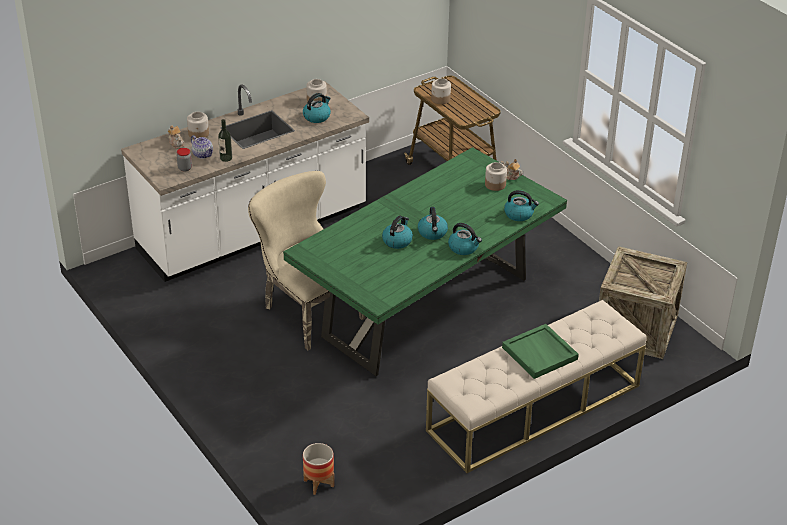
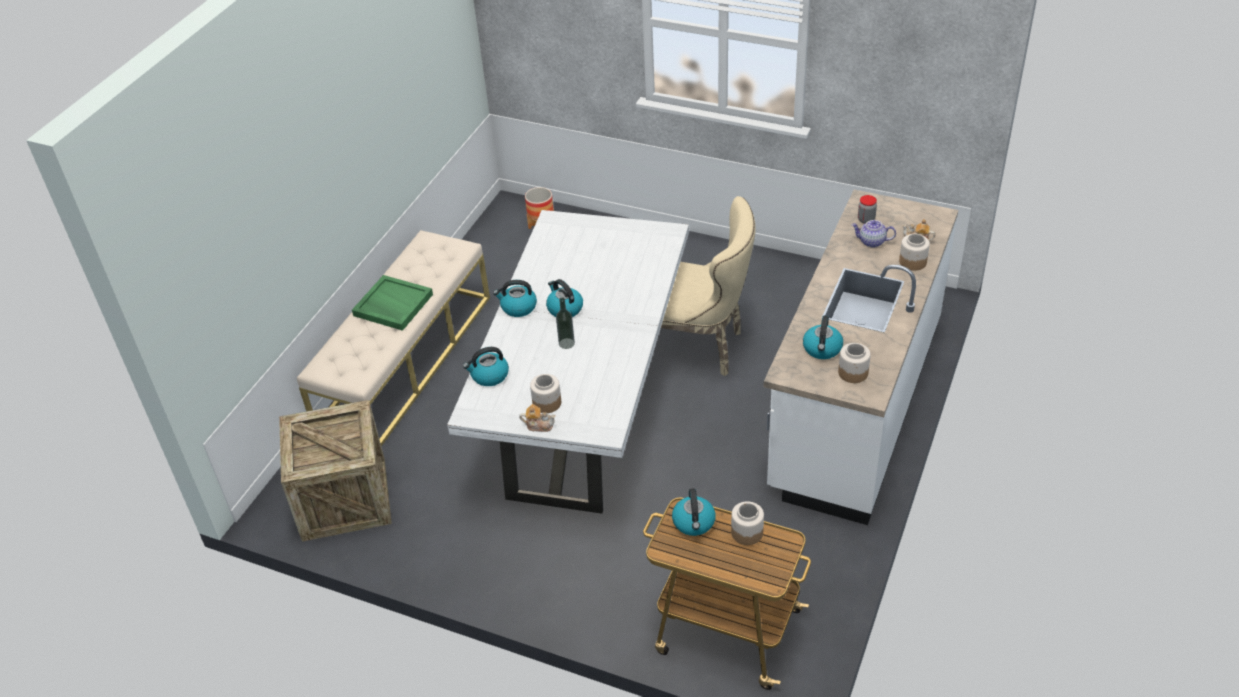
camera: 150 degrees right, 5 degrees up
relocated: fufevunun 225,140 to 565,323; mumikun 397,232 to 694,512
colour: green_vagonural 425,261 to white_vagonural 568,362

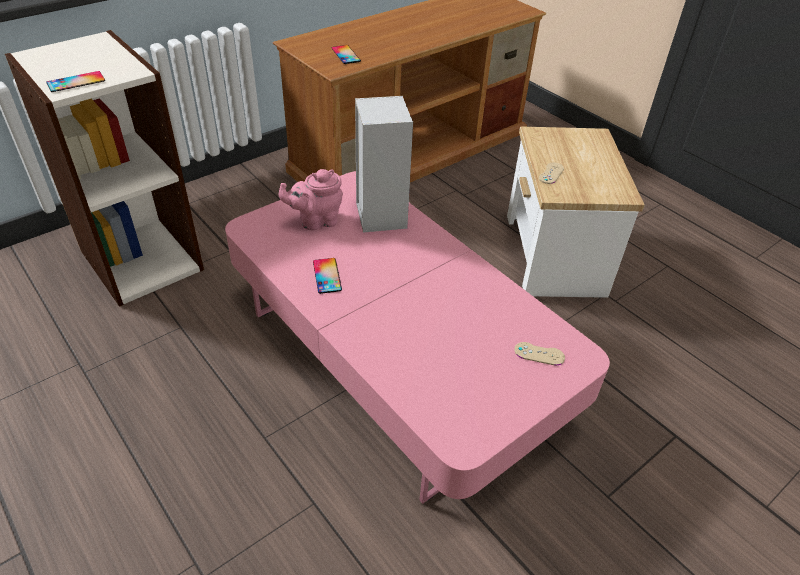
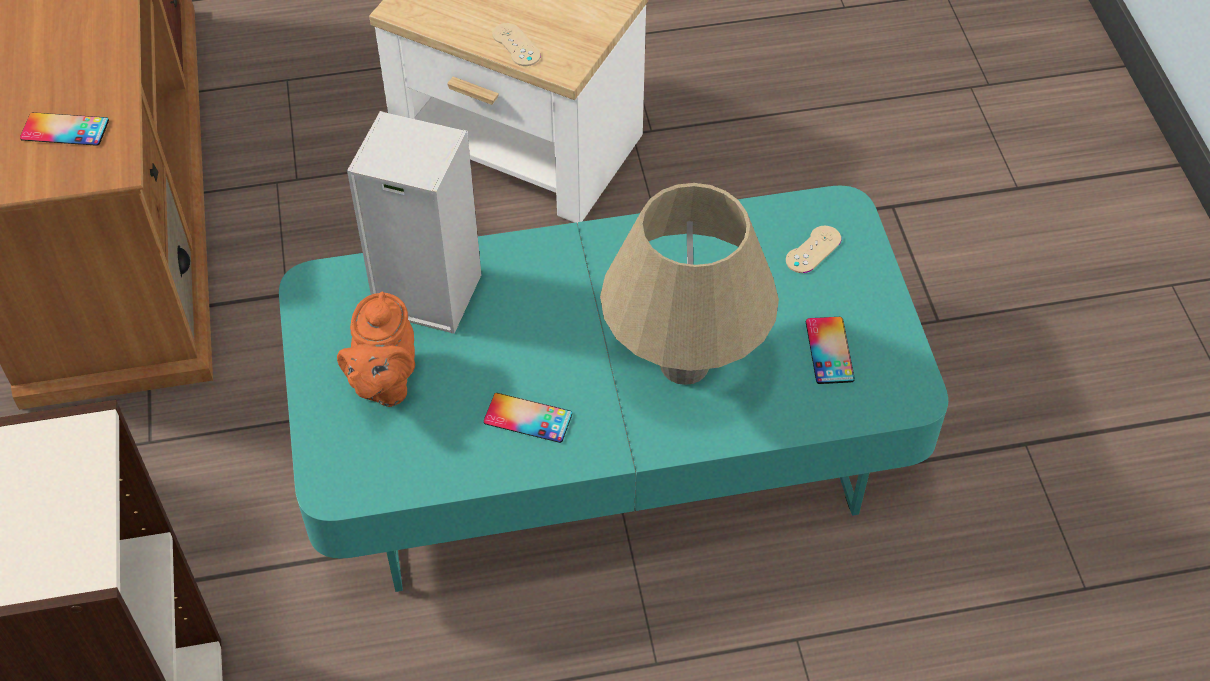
camera: 60 degrees left, 10 degrees up
appeared: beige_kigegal 689,284
relocated: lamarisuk 75,81 to 830,350
colour: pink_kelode 417,337 to turquoise_kelode 613,389; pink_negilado 311,199 to orange_negilado 376,349

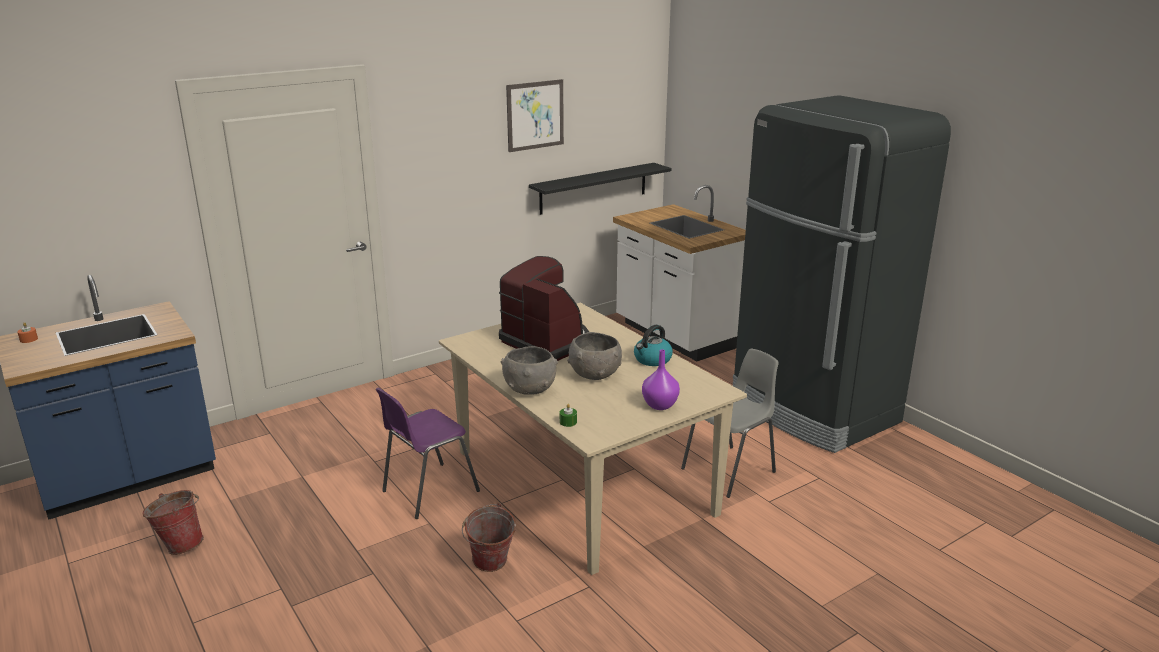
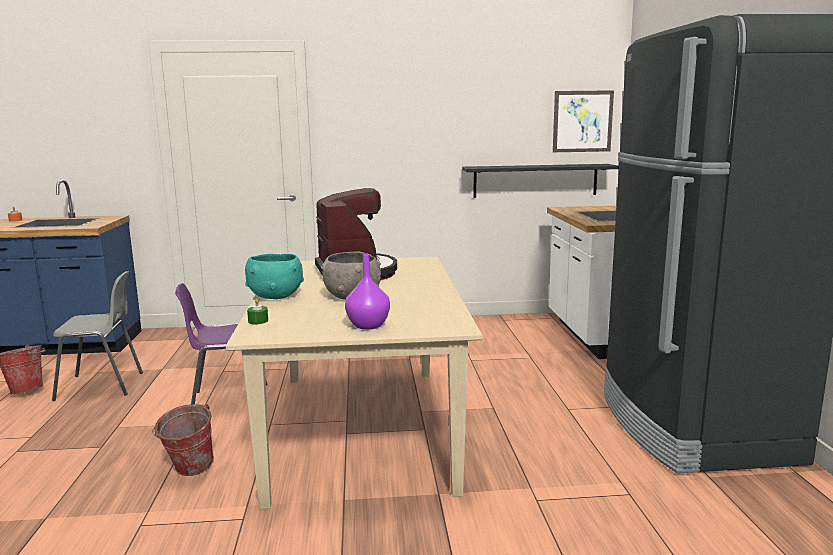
camera: 30 degrees right, 10 degrees down
missing: mumikun 653,345
relocated: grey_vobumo 730,423 to 97,336; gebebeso 535,115 to 583,121
colour: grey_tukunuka 529,370 to turquoise_tukunuka 274,276

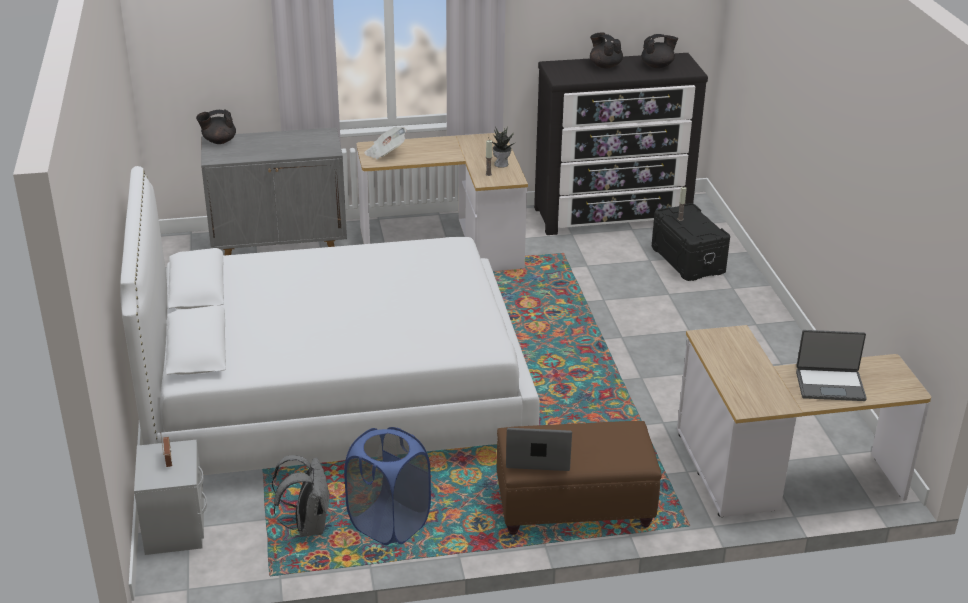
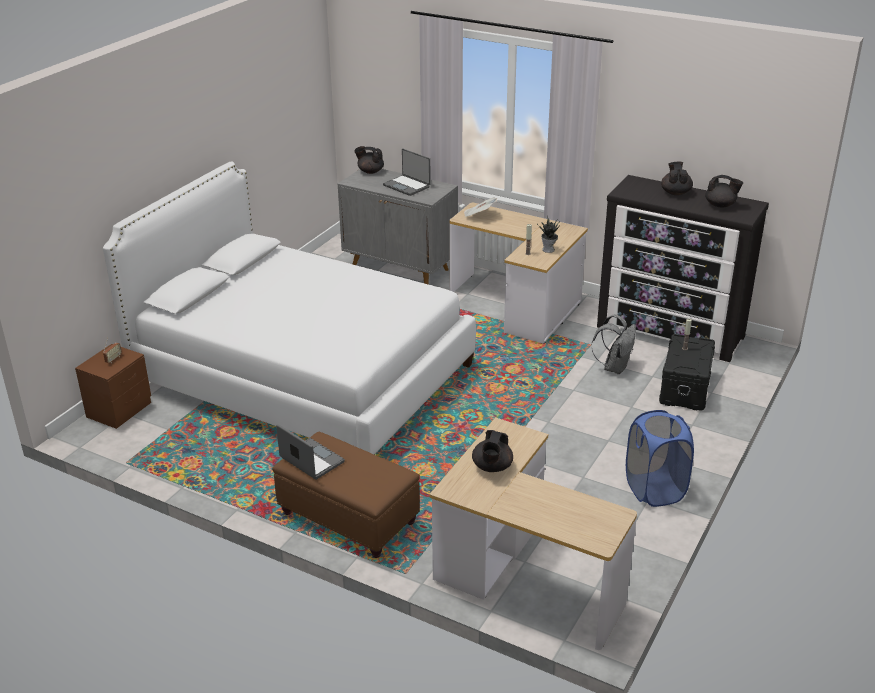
camera: 40 degrees right, 0 degrees up
appeared: black_negilado 492,451
relocated: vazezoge 831,365 to 407,172; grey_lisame 301,496 to 613,344; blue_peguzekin 387,486 to 660,458
colour: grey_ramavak 170,497 to brown_ramavak 113,386

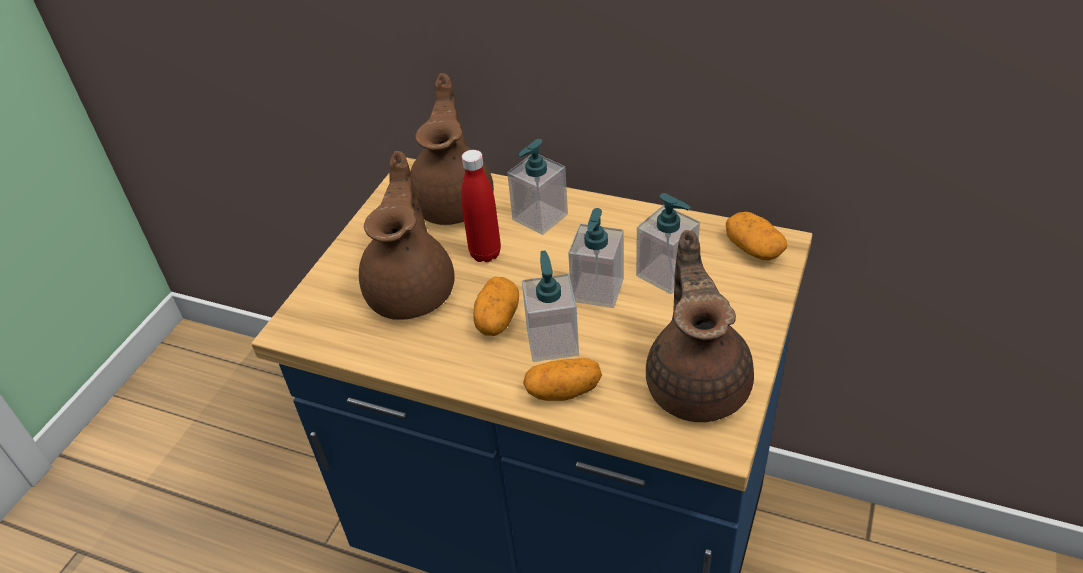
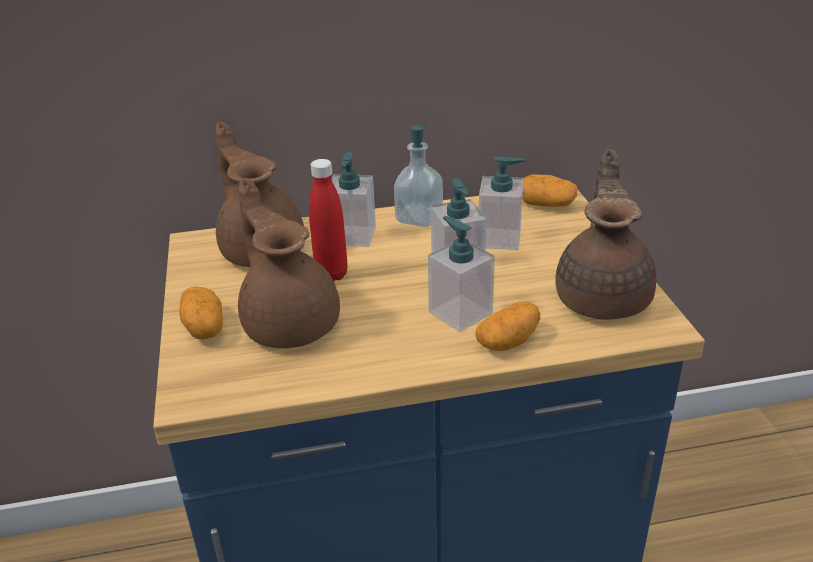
camera: 35 degrees left, 10 degrees down
appeared: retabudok 418,176
relocated: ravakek 496,306 to 201,313
spun: brown_negilado 700,326 = 605,234 45 degrees clockwise

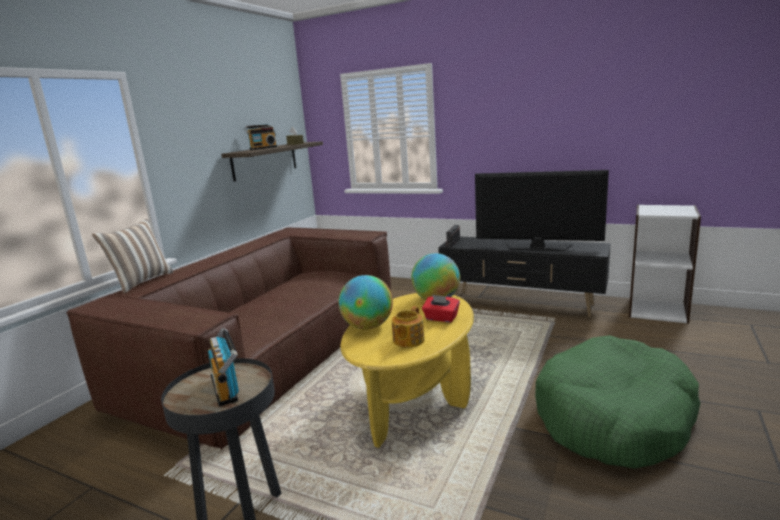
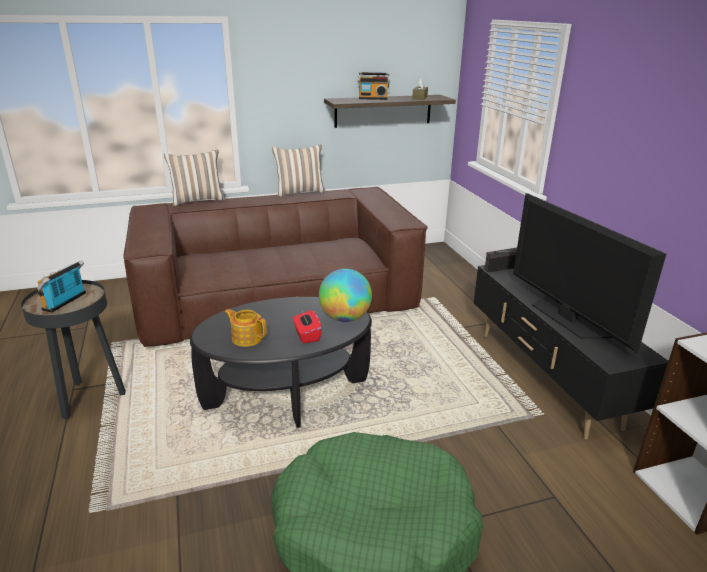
camera: 45 degrees right, 10 degrees up
missing: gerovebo 365,302
appeared: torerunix 299,170
colour: yellow_kelode 407,370 to black_kelode 281,362
spun: negilado 408,327 = 246,328 45 degrees clockwise

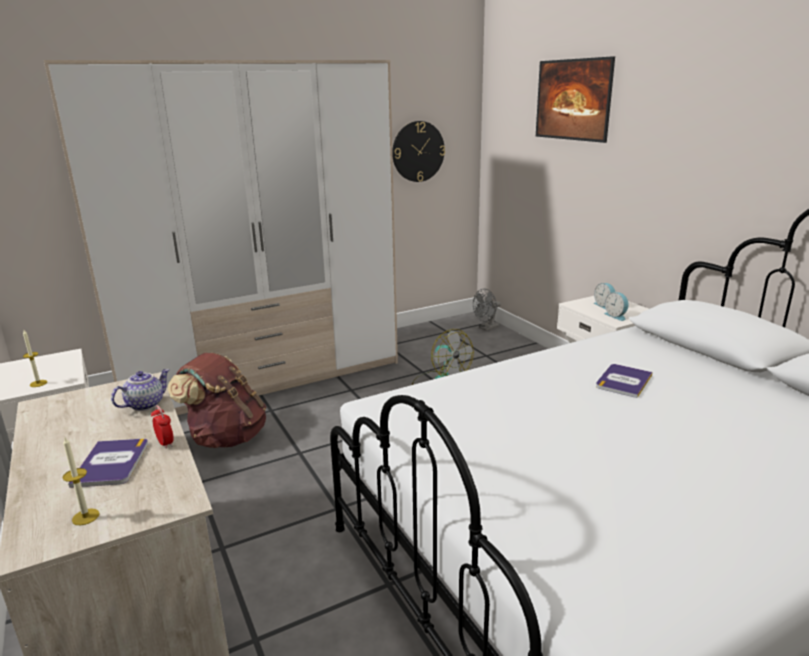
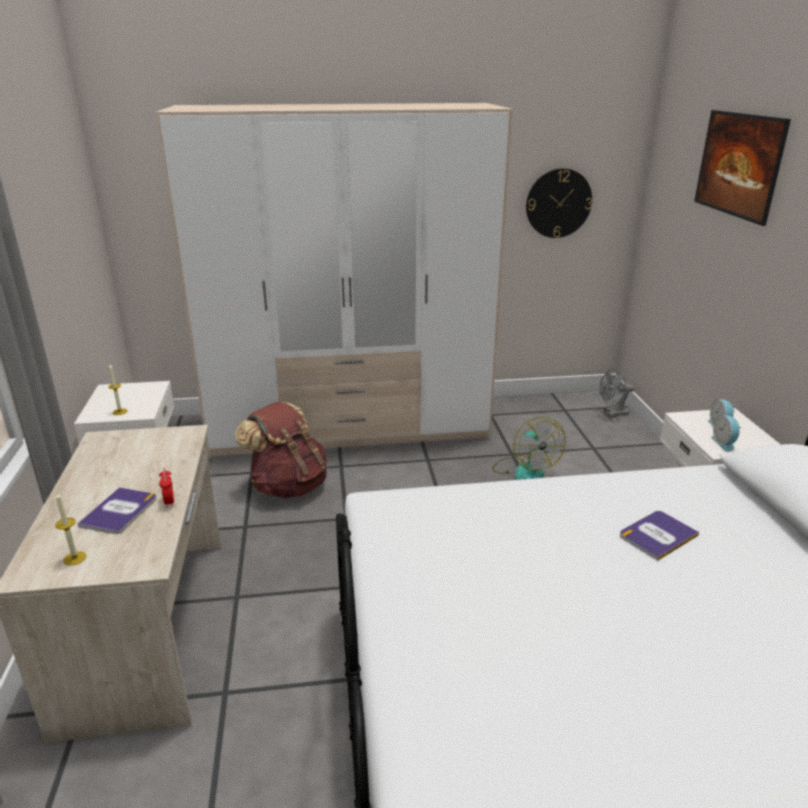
camera: 20 degrees right, 5 degrees up
missing: negilado 140,390

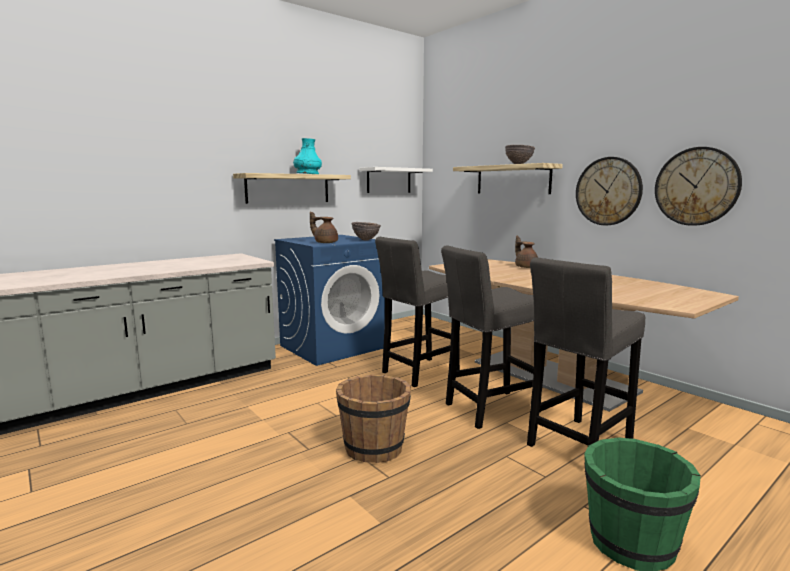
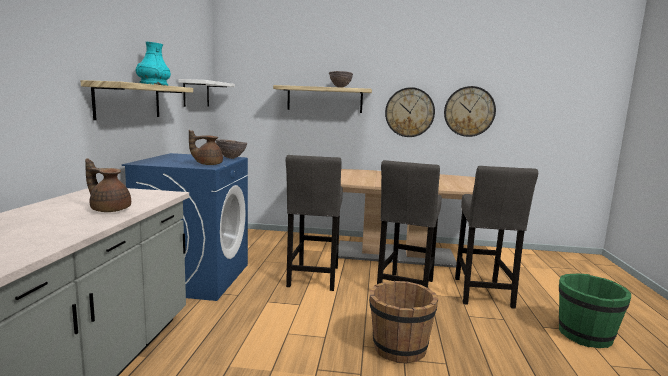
camera: 45 degrees left, 0 degrees up
relocated: brown_negilado 526,252 to 108,185

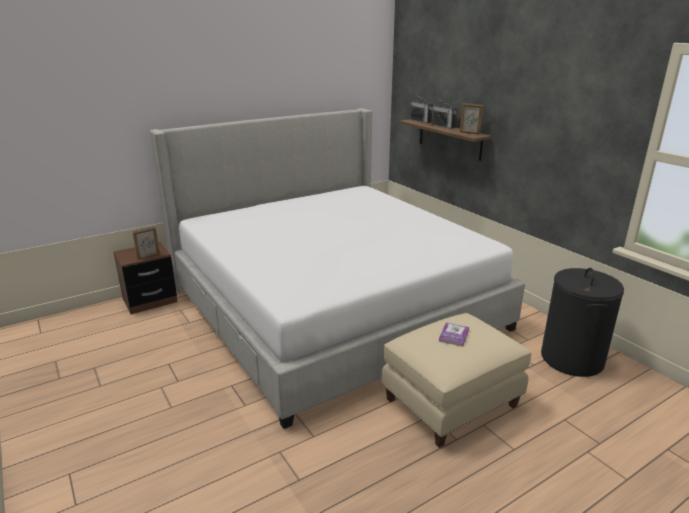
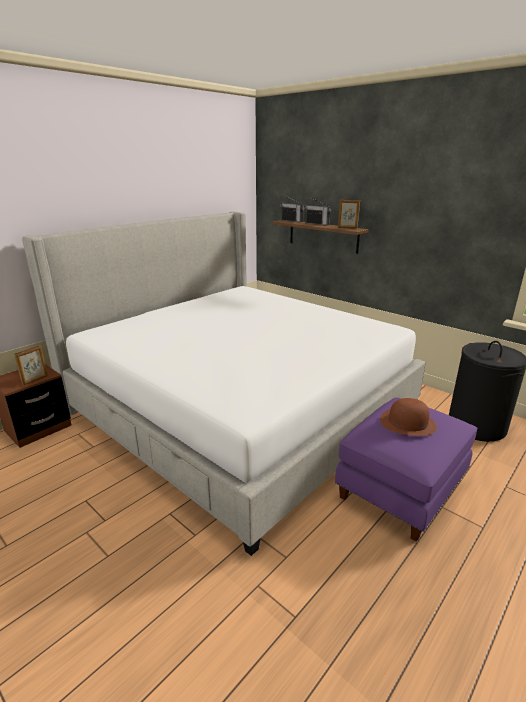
camera: 15 degrees left, 0 degrees up
exchanged: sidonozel 454,335 to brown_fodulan 408,417
colour: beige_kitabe 457,380 to purple_kitabe 406,469

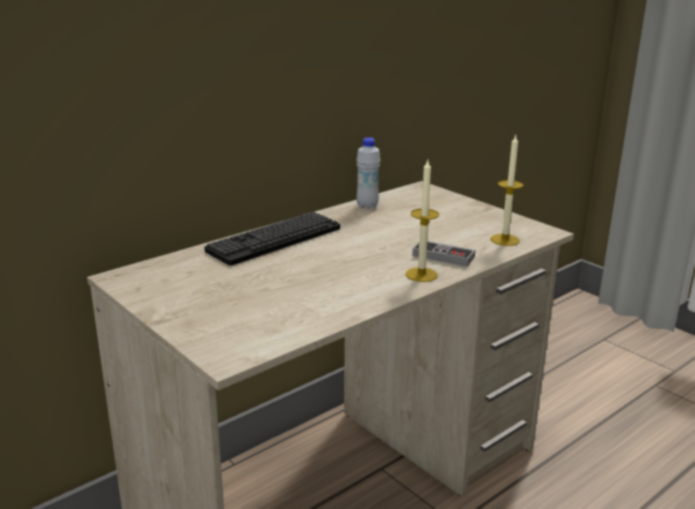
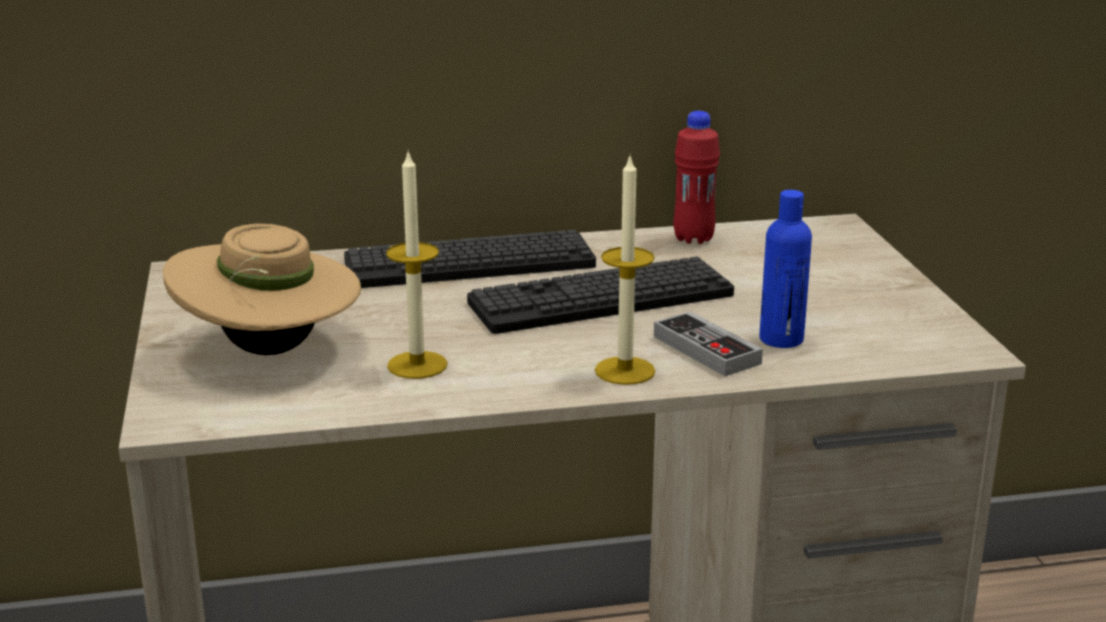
camera: 30 degrees right, 0 degrees up
appeared: beige_fodulan 262,289; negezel 600,295; blue_fufevunun 785,269
relocated: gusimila 507,190 to 416,264
colour: white_fufevunun 368,173 to red_fufevunun 697,177

